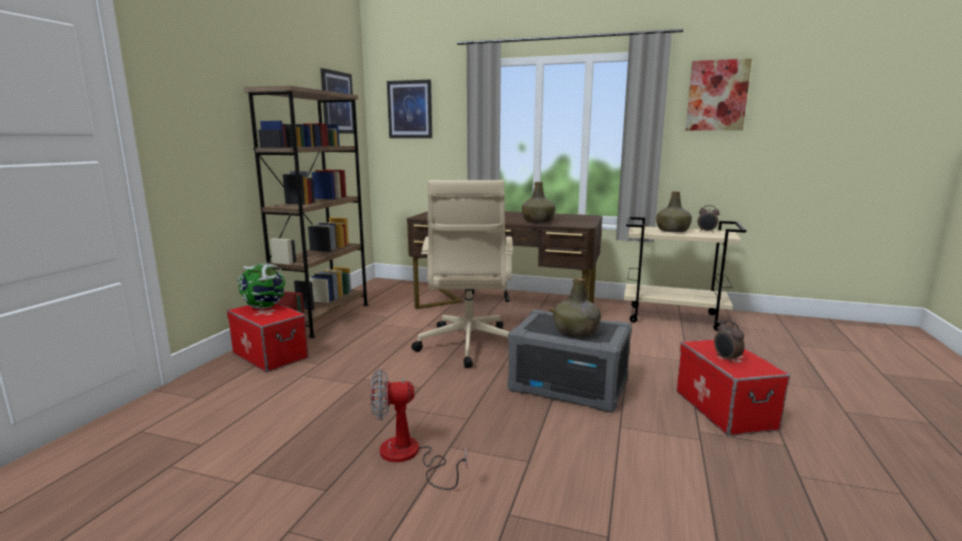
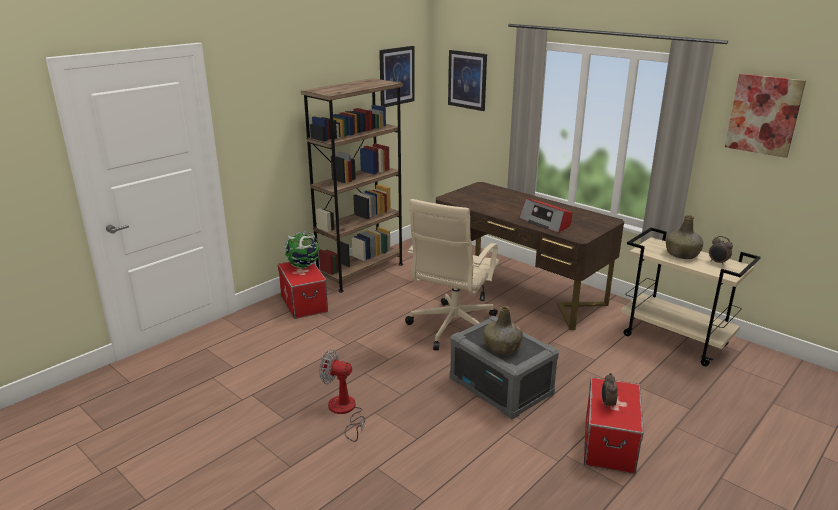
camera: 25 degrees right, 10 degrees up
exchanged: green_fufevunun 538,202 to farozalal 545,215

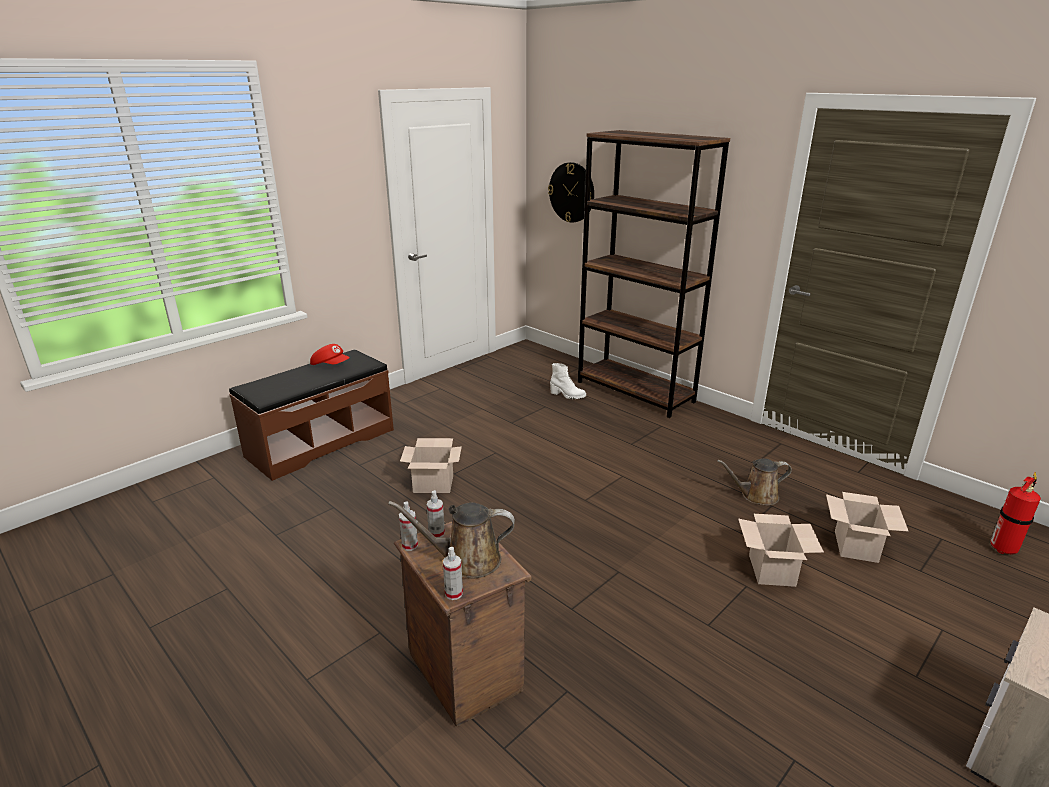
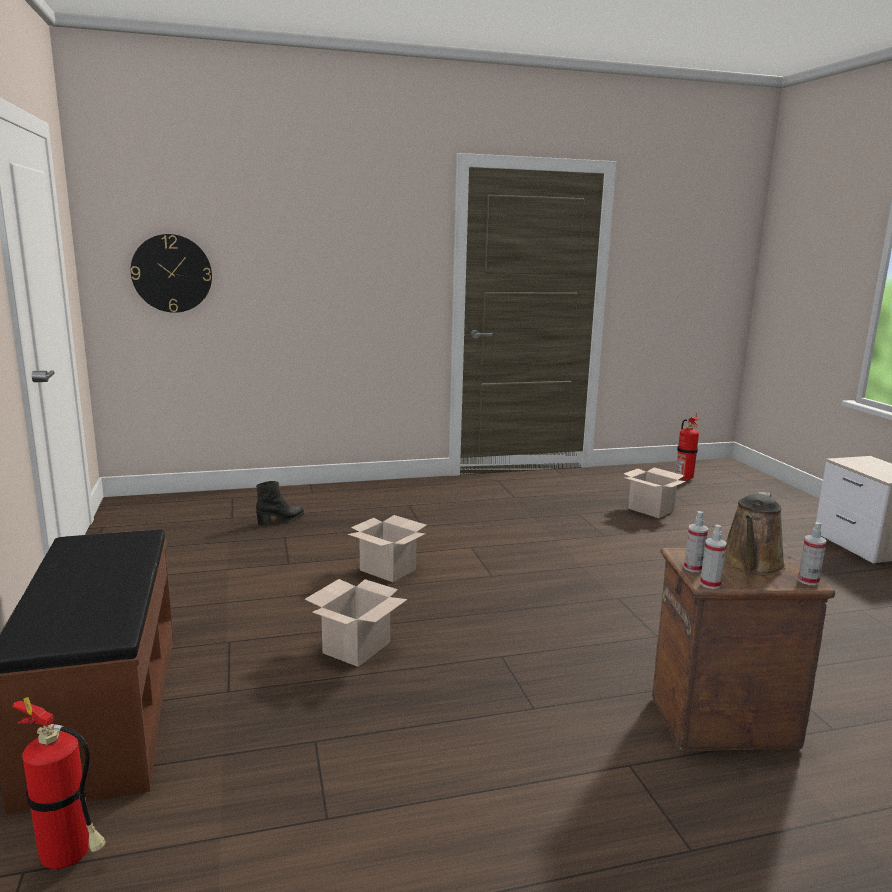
camera: 60 degrees left, 10 degrees down
missing: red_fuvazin 330,354; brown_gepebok 654,274; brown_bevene 754,482
appeared: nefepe 59,783
relocated: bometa 781,550 to 387,548
colour: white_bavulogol 568,381 to black_bavulogol 280,503

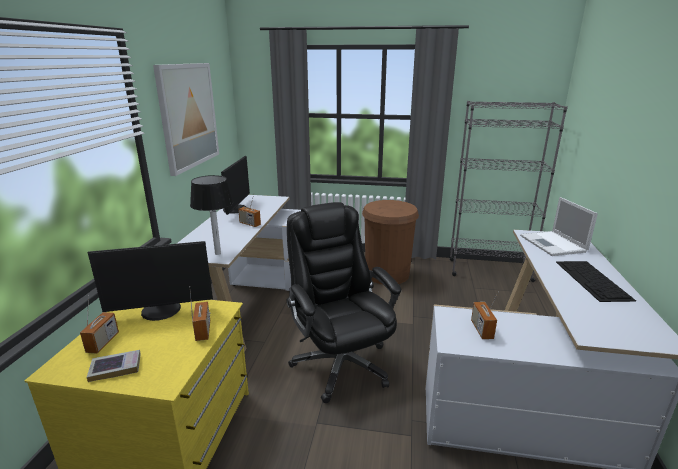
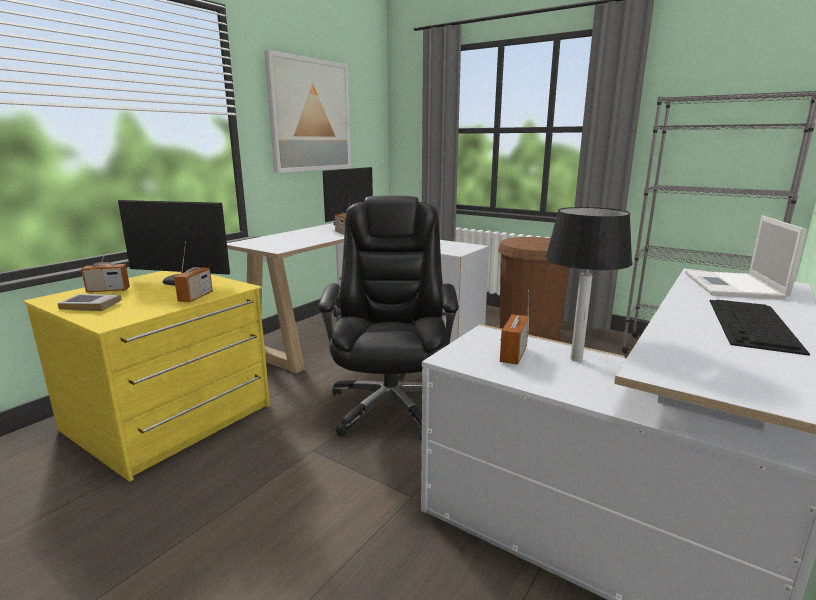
camera: 25 degrees right, 5 degrees down
relocated: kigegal 211,215 to 588,284
spun: farozalal 99,324 = 105,265 45 degrees clockwise

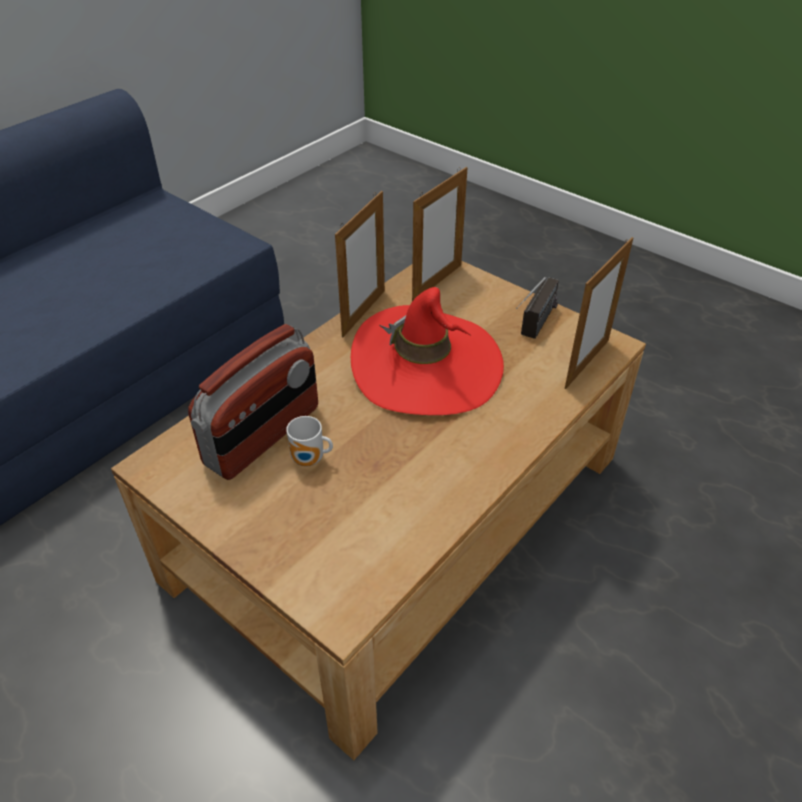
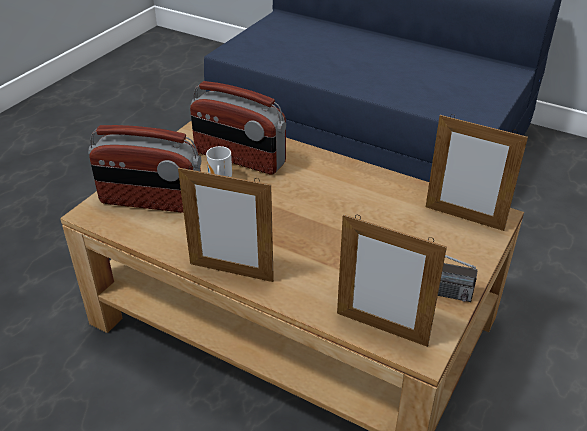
camera: 80 degrees right, 5 degrees down
missing: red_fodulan 427,351
appeared: farozalal 144,169
relocated: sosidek 360,264 to 226,224

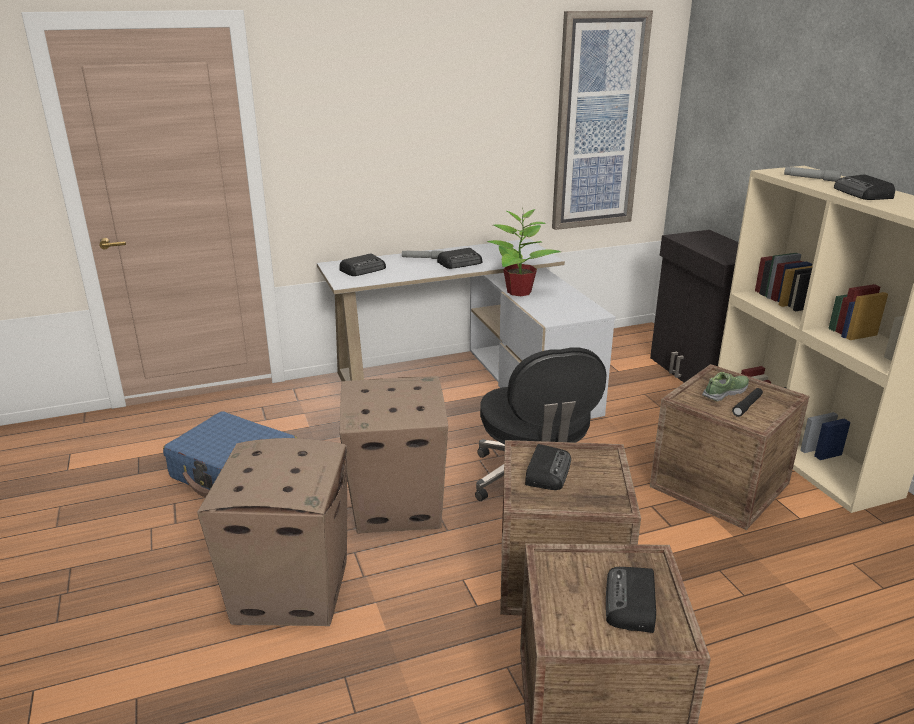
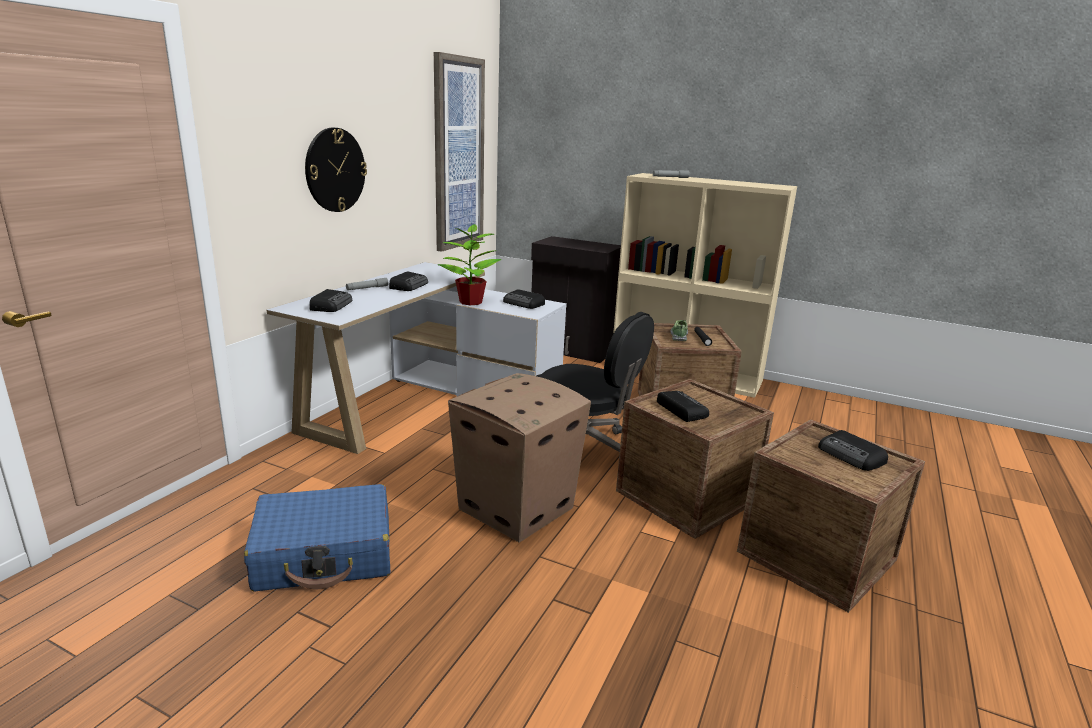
camera: 45 degrees left, 5 degrees down
missing: bometa 272,532
appeared: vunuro 336,170
relocated: farozalal 864,187 to 524,299

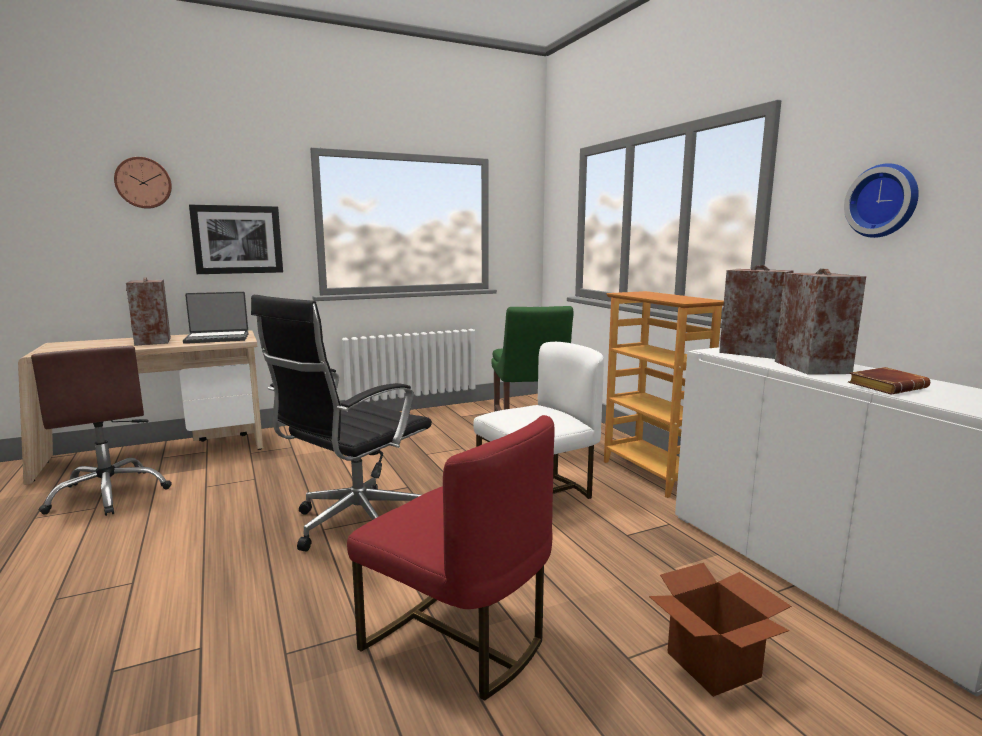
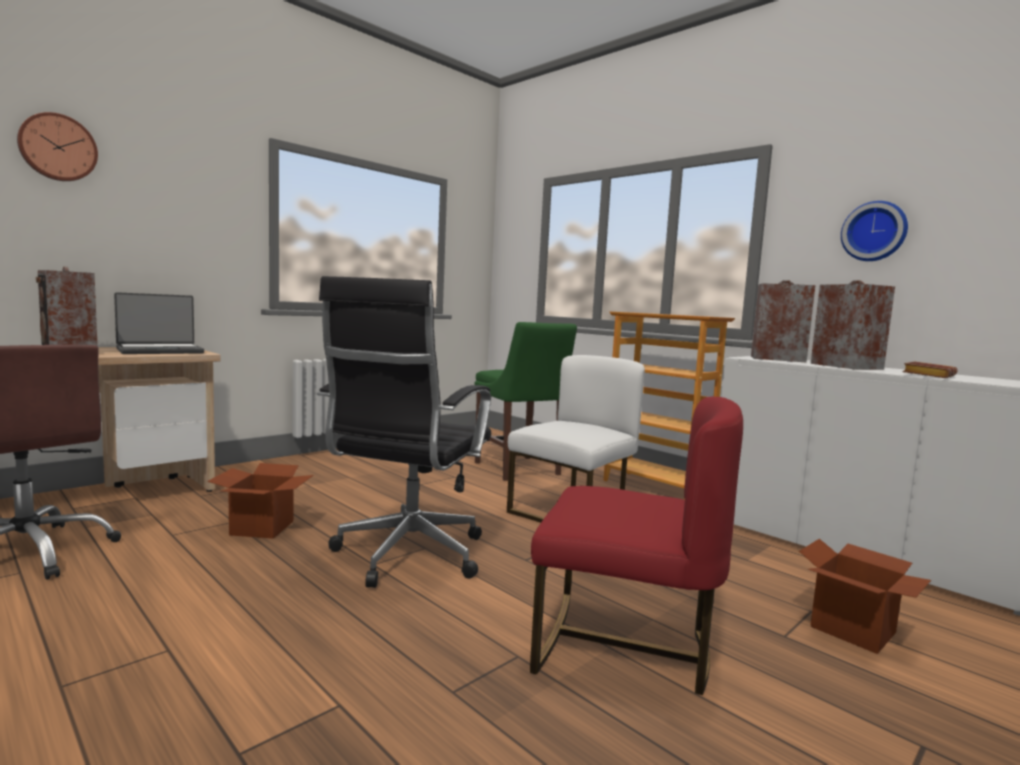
camera: 20 degrees left, 5 degrees down
missing: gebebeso 236,239
appeared: bometa 260,501

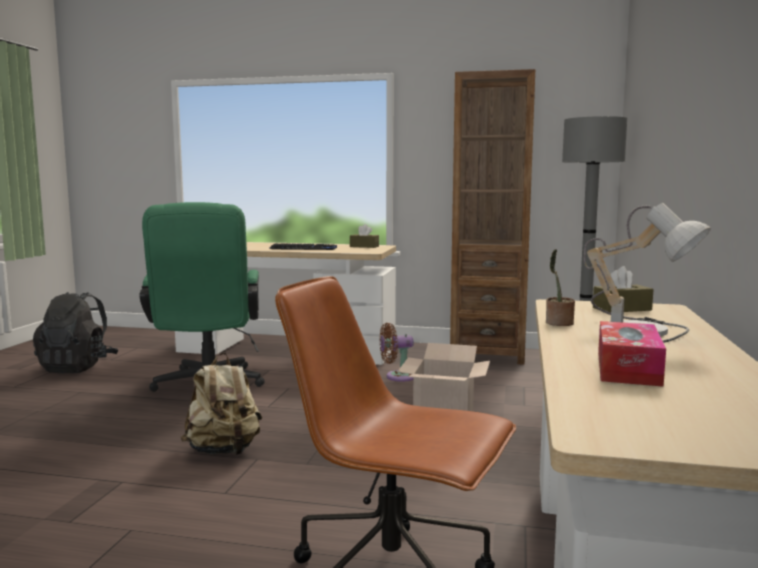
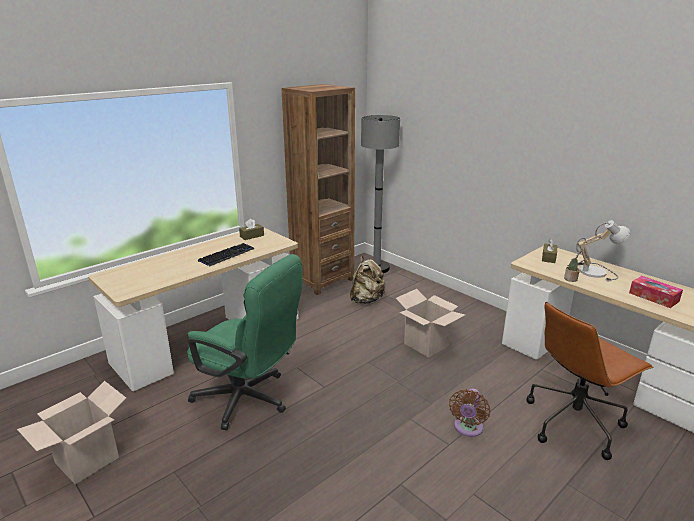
camera: 55 degrees left, 15 degrees up
relocated: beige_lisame 221,404 to 367,280; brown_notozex 397,352 to 469,412
exchanged: black_lisame 76,332 to bometa 71,432

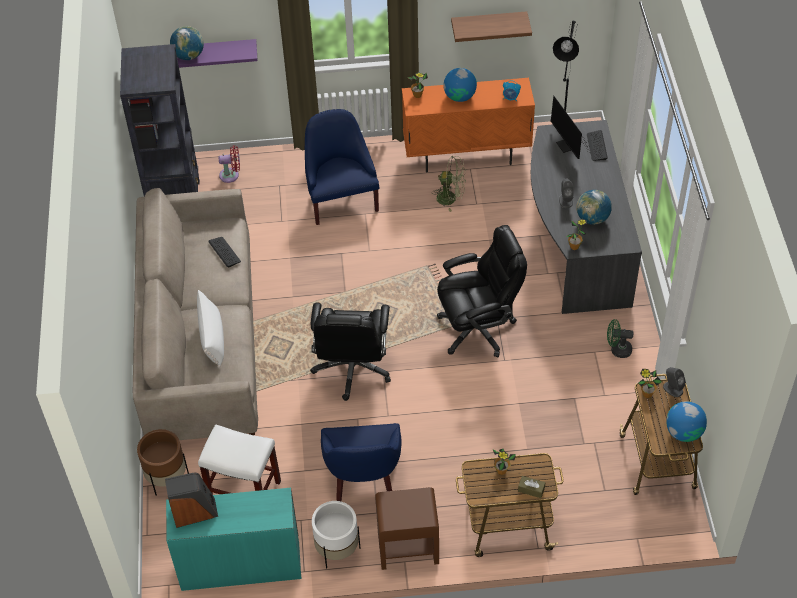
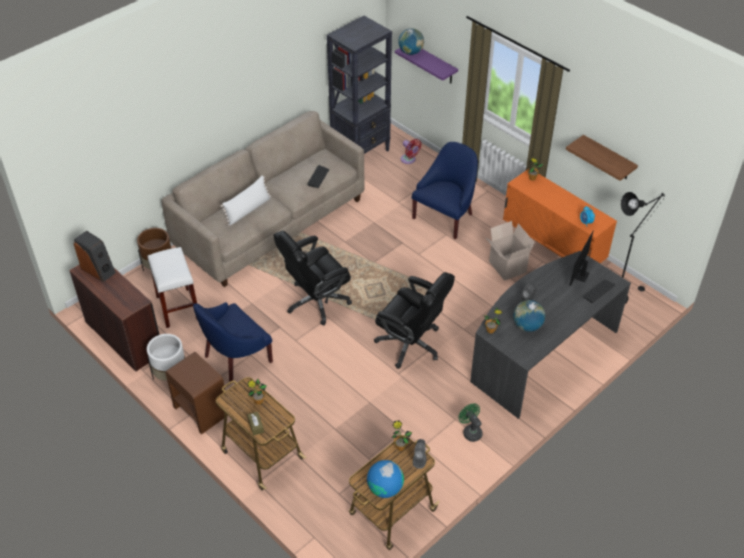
camera: 50 degrees right, 5 degrees down
missing: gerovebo 460,85
exchanged: green_notozex 449,184 to bometa 510,251
colour: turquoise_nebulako 234,539 to brown_nebulako 114,317

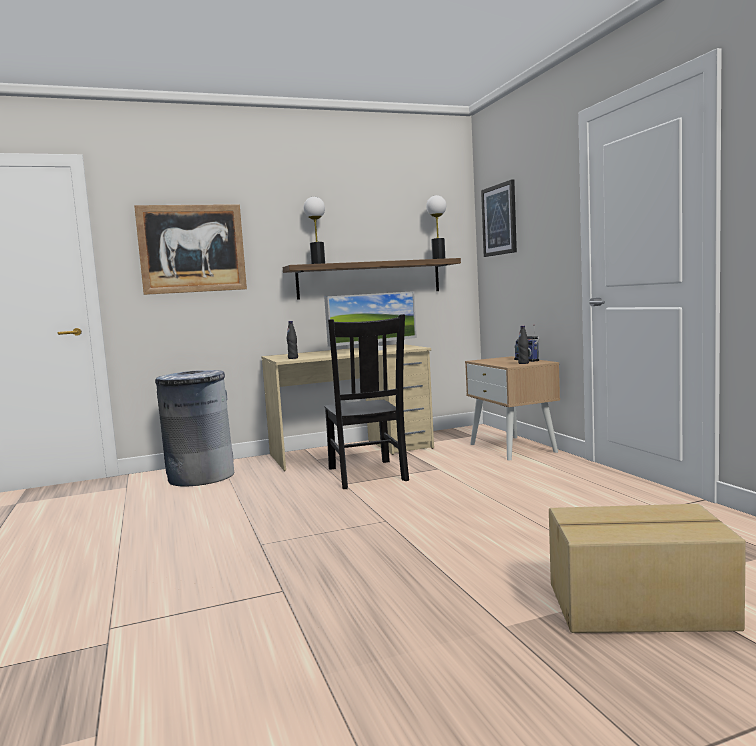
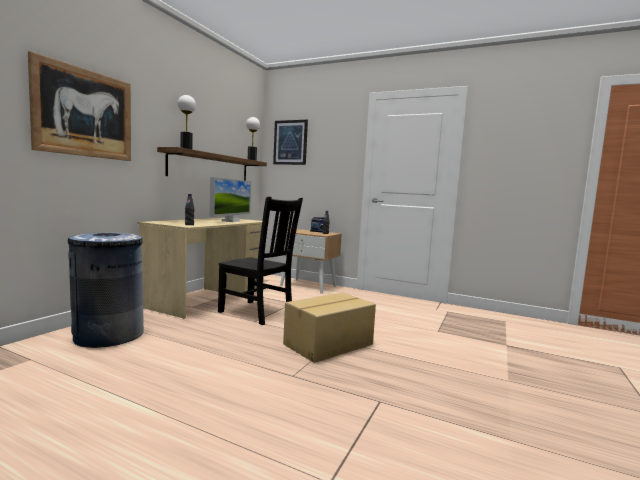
camera: 45 degrees left, 0 degrees up
relocated: bometa 647,568 to 329,328

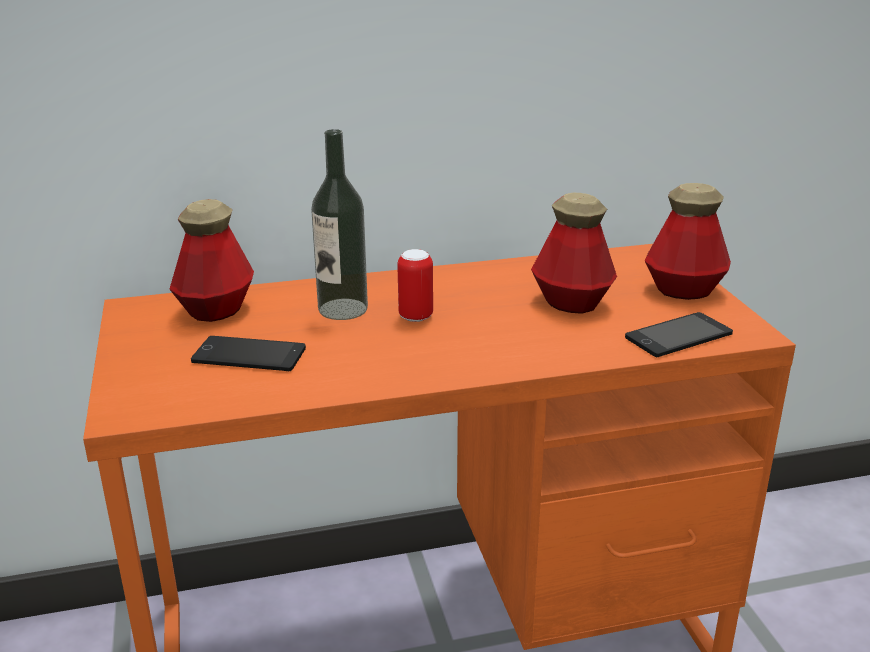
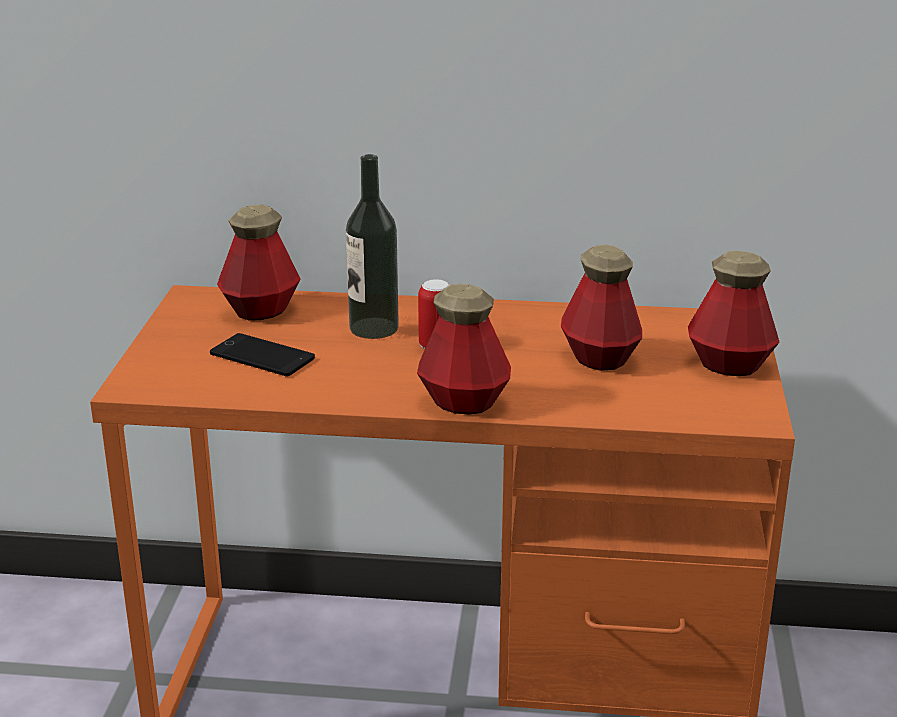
camera: 20 degrees right, 0 degrees up
missing: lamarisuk 679,334
appeared: fufevunun 464,349

